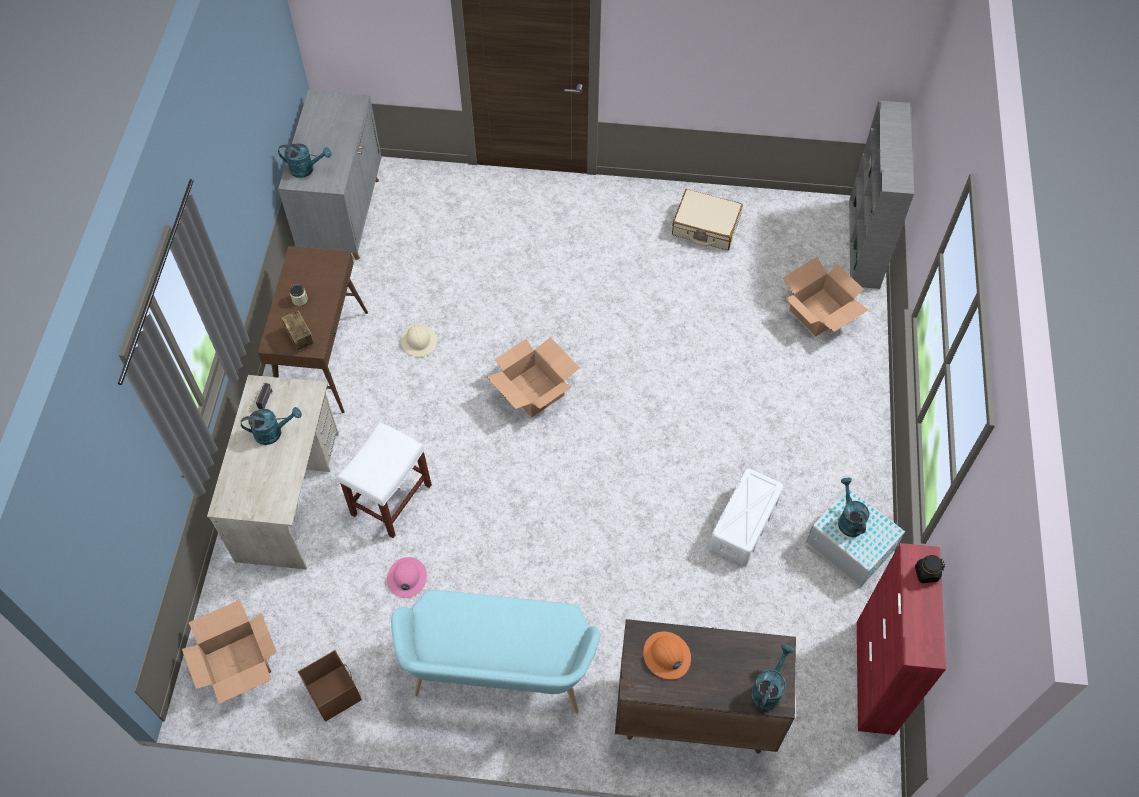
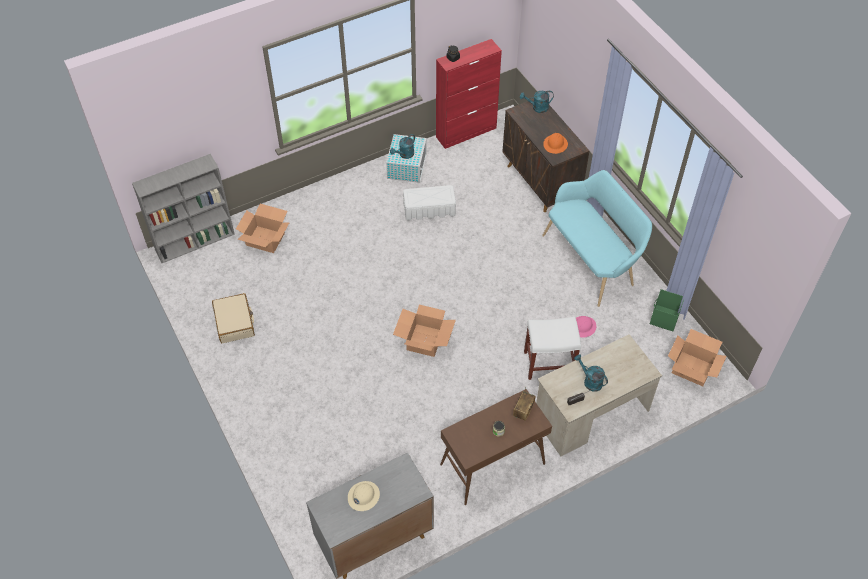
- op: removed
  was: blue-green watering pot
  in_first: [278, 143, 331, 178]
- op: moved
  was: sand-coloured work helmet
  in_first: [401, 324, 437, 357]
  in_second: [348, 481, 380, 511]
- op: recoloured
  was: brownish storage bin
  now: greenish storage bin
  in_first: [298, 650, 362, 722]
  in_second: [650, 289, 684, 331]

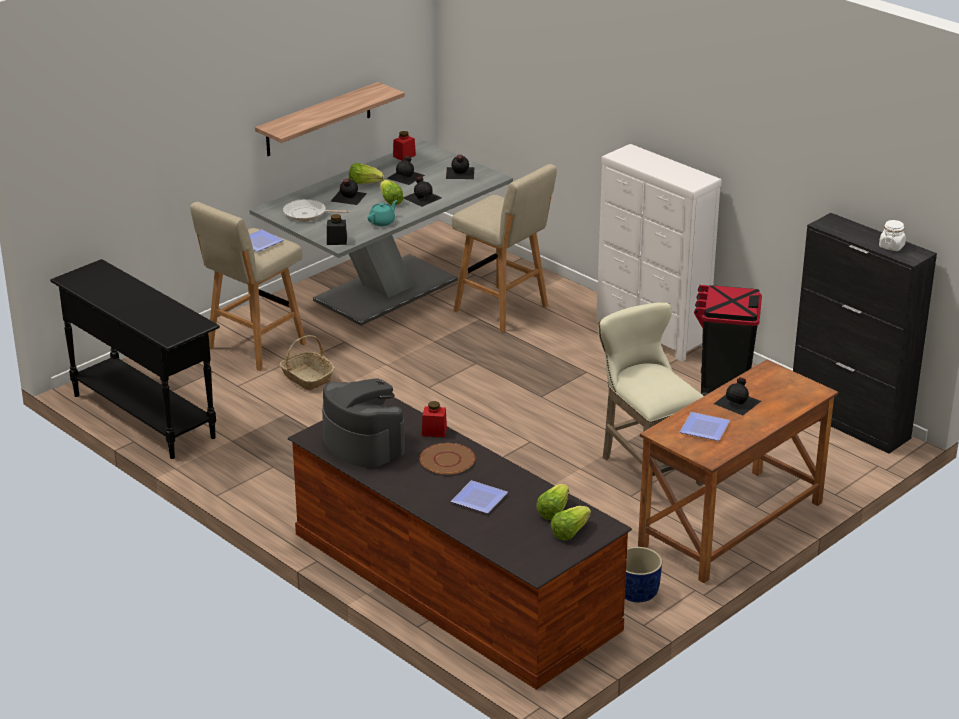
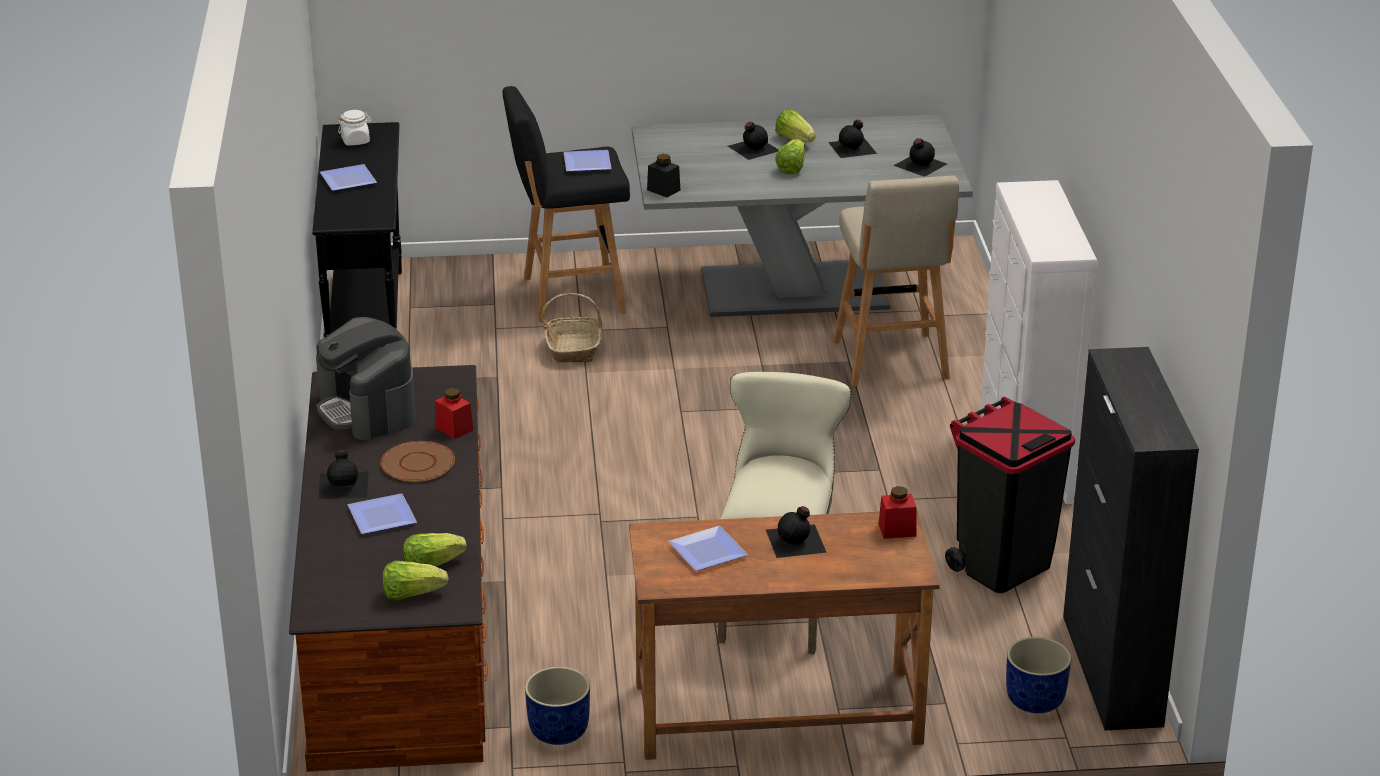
- op: removed
  was: wall shelf
  in_first: [255, 82, 405, 156]
- op: moved
  was: red-coloured jar
  in_first: [393, 131, 416, 161]
  in_second: [879, 486, 917, 539]
- op: moved
  was: black-coloured drink bottle
  in_first: [403, 176, 442, 207]
  in_second: [318, 450, 368, 500]
- op: removed
  was: pan
  in_first: [283, 199, 350, 221]
- op: removed
  was: blue-green tea pot
  in_first: [368, 200, 397, 226]
- op: recoloured
  was: sand-coloured sitting stool
  now: black-coloured sitting stool
  in_first: [190, 202, 306, 371]
  in_second: [502, 86, 630, 322]
- op: moved
  was: white-coloured jar
  in_first: [879, 220, 906, 251]
  in_second: [338, 110, 372, 146]
- op: turned
  was: coffee maker
  in_first: [322, 378, 405, 468]
  in_second: [316, 317, 416, 440]
  clockwise: 150
- op: added
  now: dinner plate
  in_second: [320, 164, 377, 191]
- op: added
  now: bluish flower pot
  in_second: [1006, 637, 1071, 713]

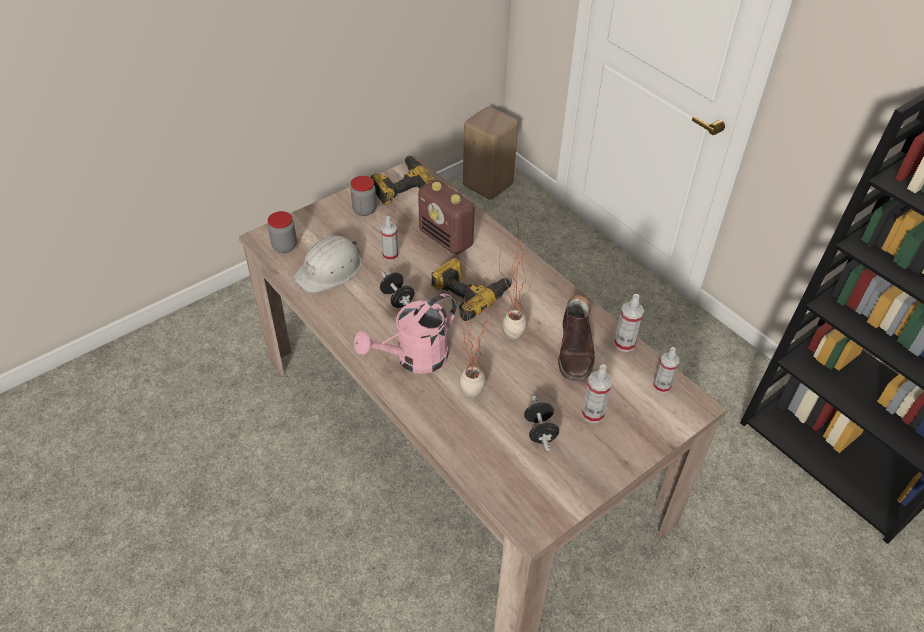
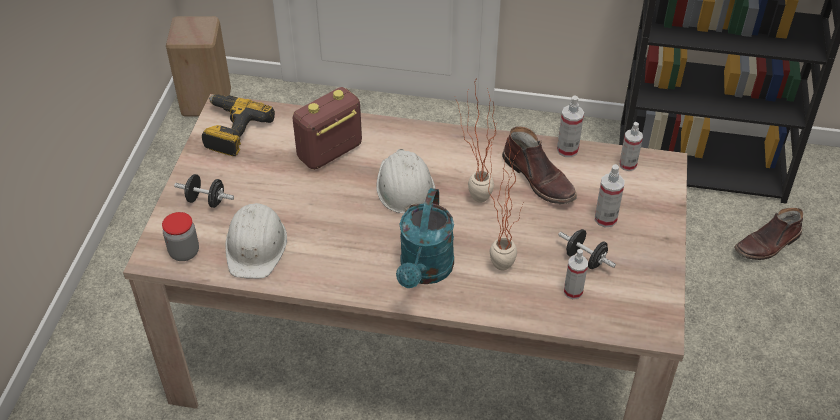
- op: removed
  was: jar
  in_first: [350, 176, 377, 216]
- op: turned
  was: radio receiver
  in_first: [418, 180, 476, 255]
  in_second: [292, 87, 362, 170]
  clockwise: 135
- op: moved
  was: spray bottle
  in_first: [381, 216, 398, 261]
  in_second: [564, 249, 588, 299]
- op: replaced
  was: electric drill
  now: white-coloured work helmet
  in_first: [431, 258, 512, 321]
  in_second: [376, 149, 435, 213]
- op: moved
  was: black-coloured dumbbell
  in_first: [380, 272, 415, 308]
  in_second: [174, 174, 234, 208]
- op: recoloured
  was: pink-coloured watering pot
  now: blue-green watering pot
  in_first: [353, 294, 457, 374]
  in_second: [396, 188, 454, 288]
- op: added
  now: brownish boot
  in_second: [734, 208, 803, 260]

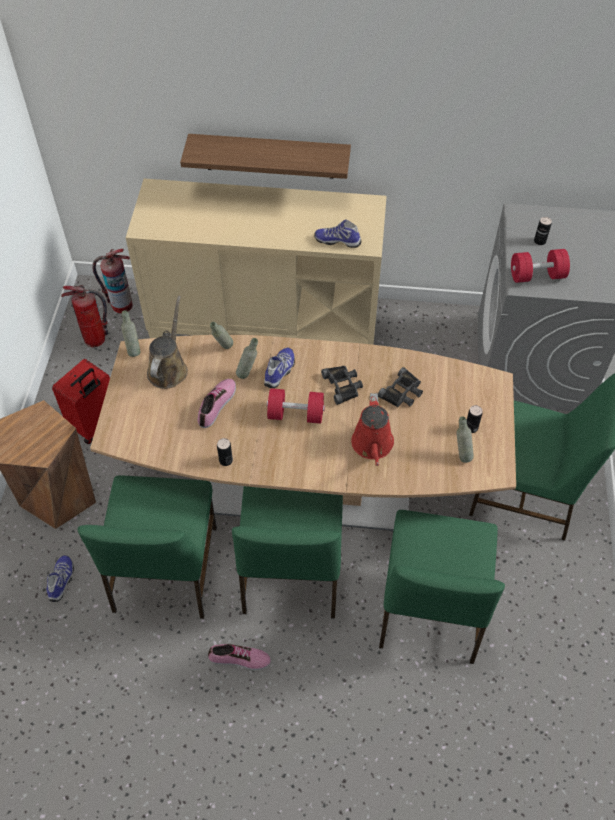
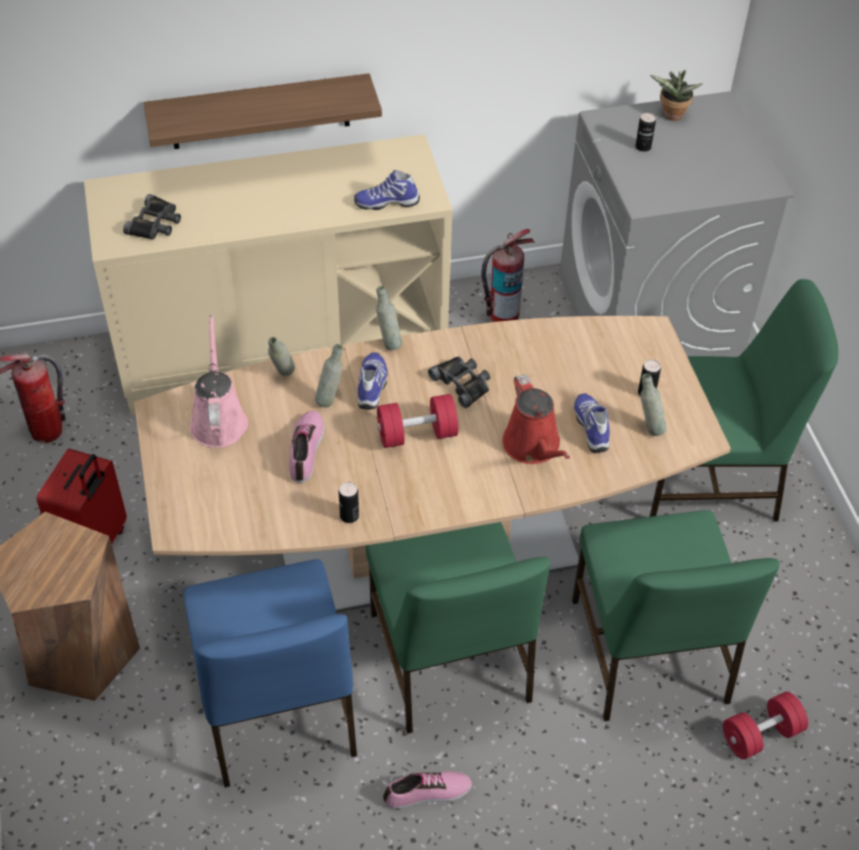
- op: moved
  was: fire extinguisher
  in_first: [92, 249, 132, 313]
  in_second: [481, 229, 535, 322]
- op: moved
  was: red-coloured dumbbell
  in_first: [511, 249, 570, 283]
  in_second: [723, 692, 808, 759]
- op: recoloured
  was: brownish watering pot
  now: pink-coloured watering pot
  in_first: [147, 296, 188, 389]
  in_second: [190, 315, 248, 448]
- op: moved
  was: grey drink bottle
  in_first: [121, 310, 140, 357]
  in_second: [376, 286, 402, 350]
- op: moved
  was: black-coloured pair of binoculars
  in_first: [378, 367, 423, 407]
  in_second: [123, 194, 181, 240]
- op: recoloured
  was: greenish plain chair
  now: bluish plain chair
  in_first: [78, 475, 217, 619]
  in_second: [183, 559, 357, 788]
- op: moved
  was: shoe
  in_first: [47, 555, 74, 602]
  in_second: [574, 393, 610, 453]
- op: added
  now: houseplant
  in_second: [650, 70, 703, 121]

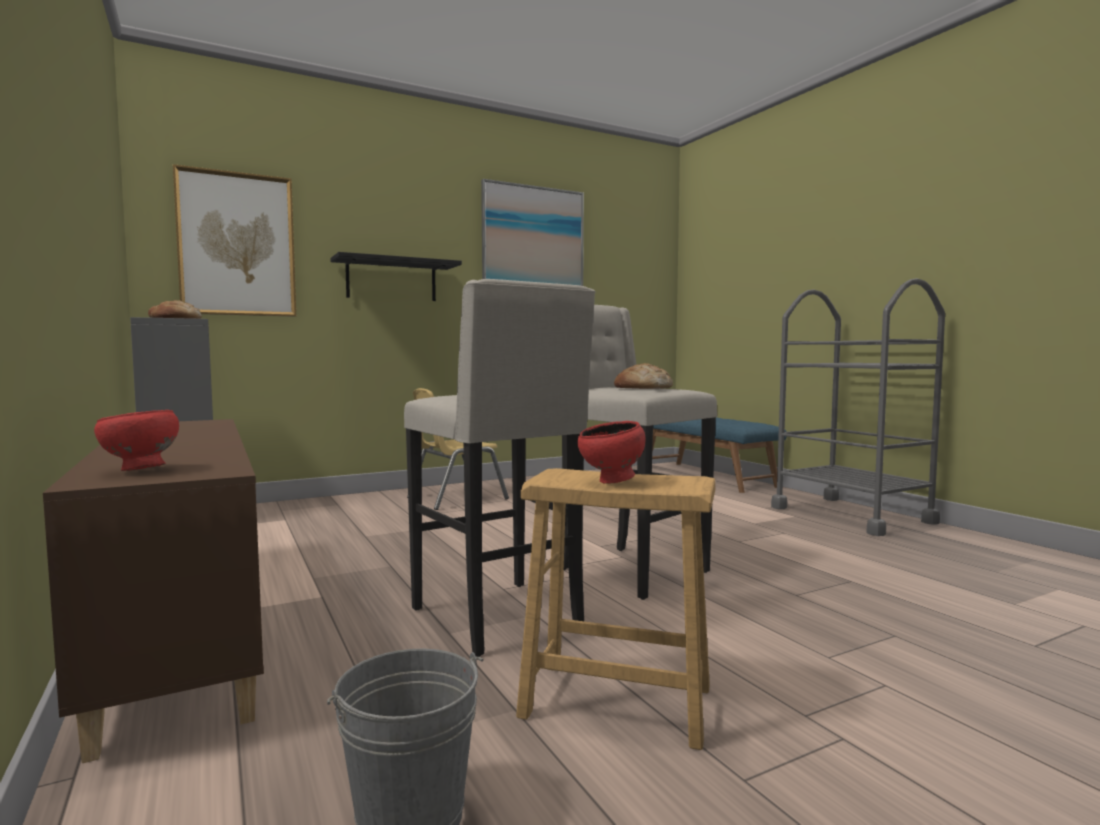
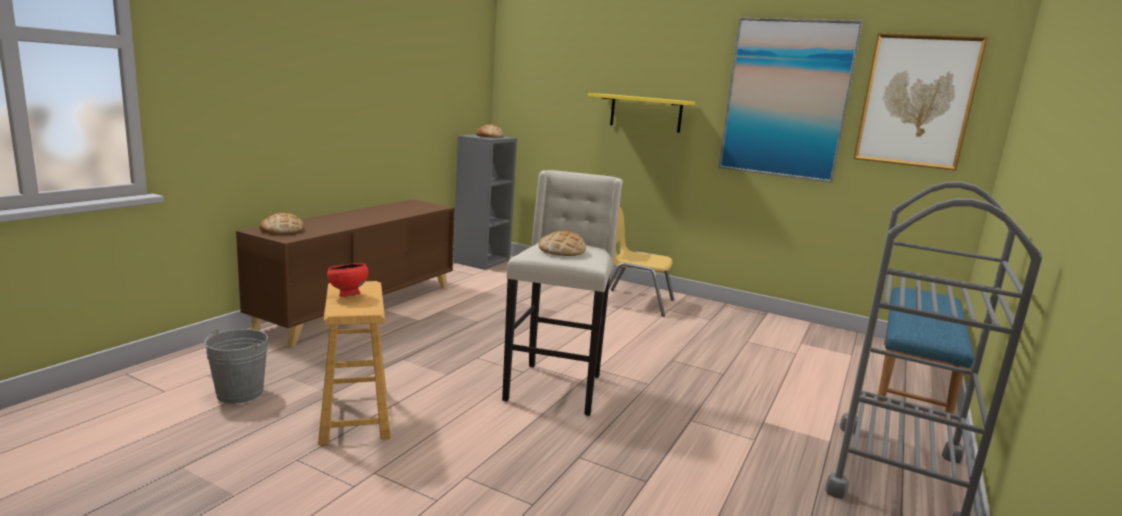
- op: moved
  was: wall picture
  in_first: [173, 164, 296, 317]
  in_second: [853, 33, 988, 171]
- op: recoloured
  was: black-coloured wall shelf
  now: yellowish wall shelf
  in_first: [330, 252, 462, 301]
  in_second: [588, 93, 695, 133]
- op: removed
  was: sand-coloured sitting stool
  in_first: [404, 279, 596, 657]
- op: replaced
  was: red-coloured bowl
  now: baked bread
  in_first: [94, 410, 179, 471]
  in_second: [259, 212, 303, 234]

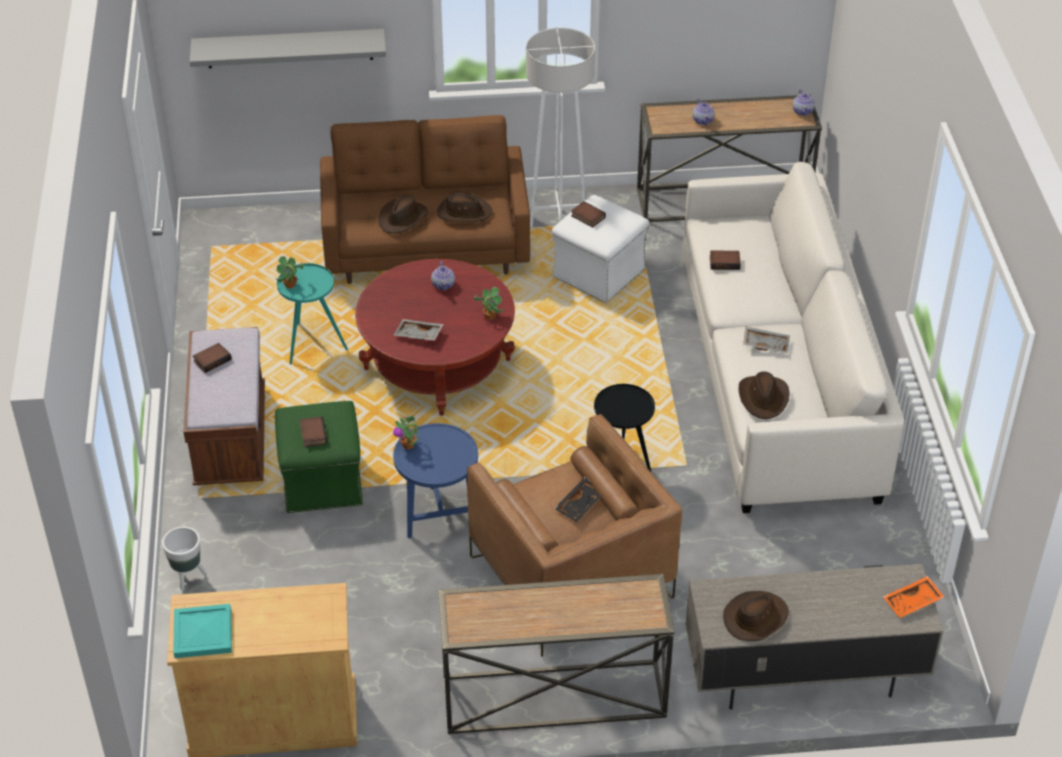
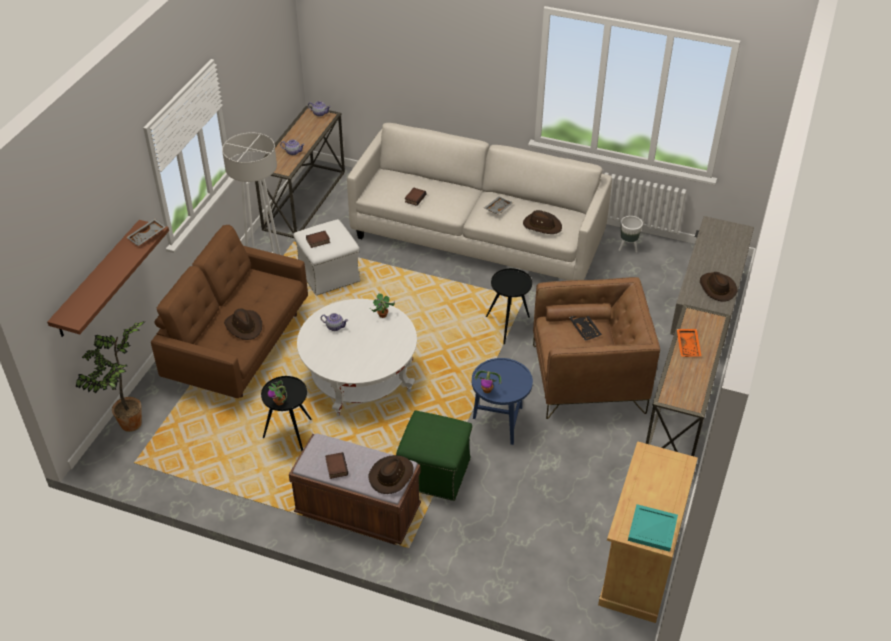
- op: recoloured
  was: grey wall shelf
  now: brownish wall shelf
  in_first: [190, 29, 386, 68]
  in_second: [47, 220, 169, 337]
- op: moved
  was: brownish hat
  in_first: [437, 193, 493, 222]
  in_second: [368, 455, 413, 494]
- op: recoloured
  was: red-coloured coffee table
  now: white-coloured coffee table
  in_first: [355, 259, 515, 416]
  in_second: [297, 299, 417, 416]
- op: recoloured
  was: blue-green accent table
  now: black-coloured accent table
  in_first: [277, 263, 348, 364]
  in_second: [261, 376, 312, 451]
- op: moved
  was: grey tray
  in_first: [394, 319, 444, 341]
  in_second: [126, 218, 166, 246]
- op: removed
  was: book
  in_first: [300, 416, 327, 447]
- op: moved
  was: white-coloured flower pot
  in_first: [162, 527, 206, 591]
  in_second: [618, 216, 643, 253]
- op: moved
  was: orangey tray
  in_first: [883, 576, 944, 618]
  in_second: [677, 329, 701, 357]
- op: added
  now: houseplant
  in_second: [76, 321, 146, 432]

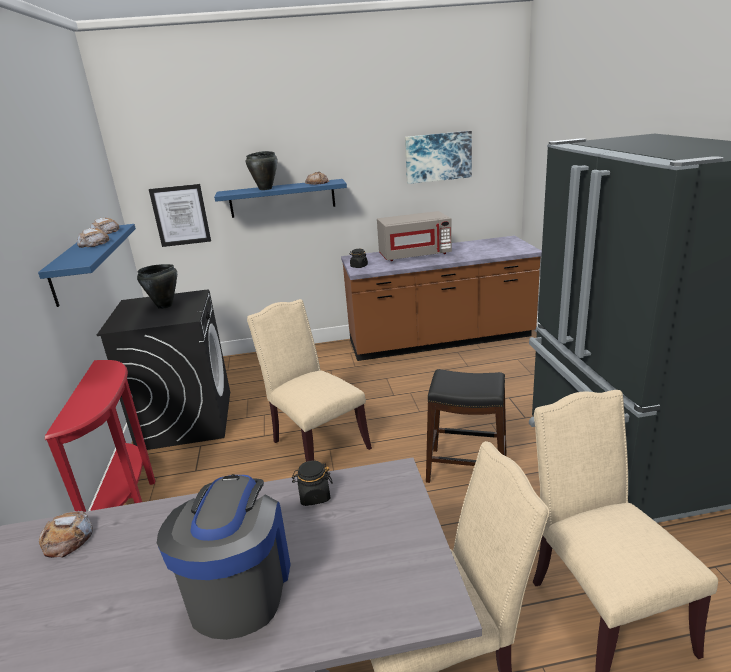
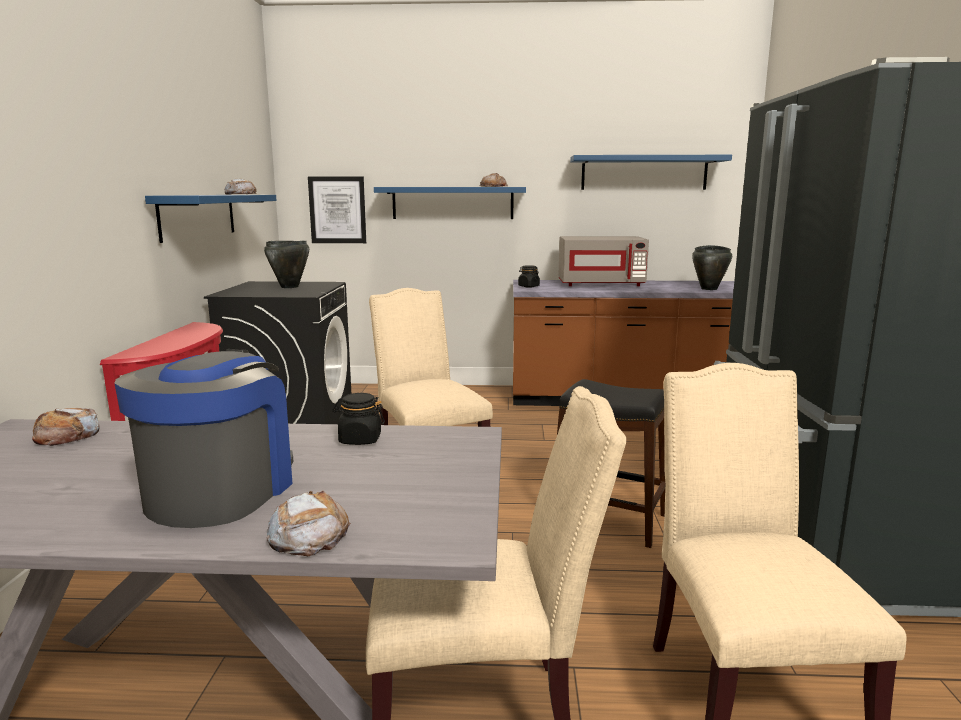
- op: replaced
  was: wall picture
  now: bluish wall shelf
  in_first: [405, 131, 472, 184]
  in_second: [570, 155, 732, 190]
- op: moved
  was: black-coloured stockpot
  in_first: [246, 151, 278, 190]
  in_second: [692, 245, 732, 290]
- op: moved
  was: baked bread
  in_first: [77, 228, 111, 248]
  in_second: [267, 491, 351, 556]

